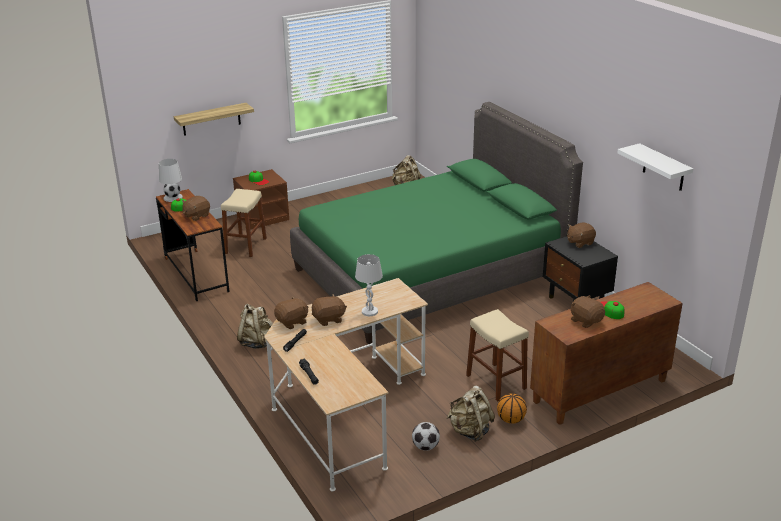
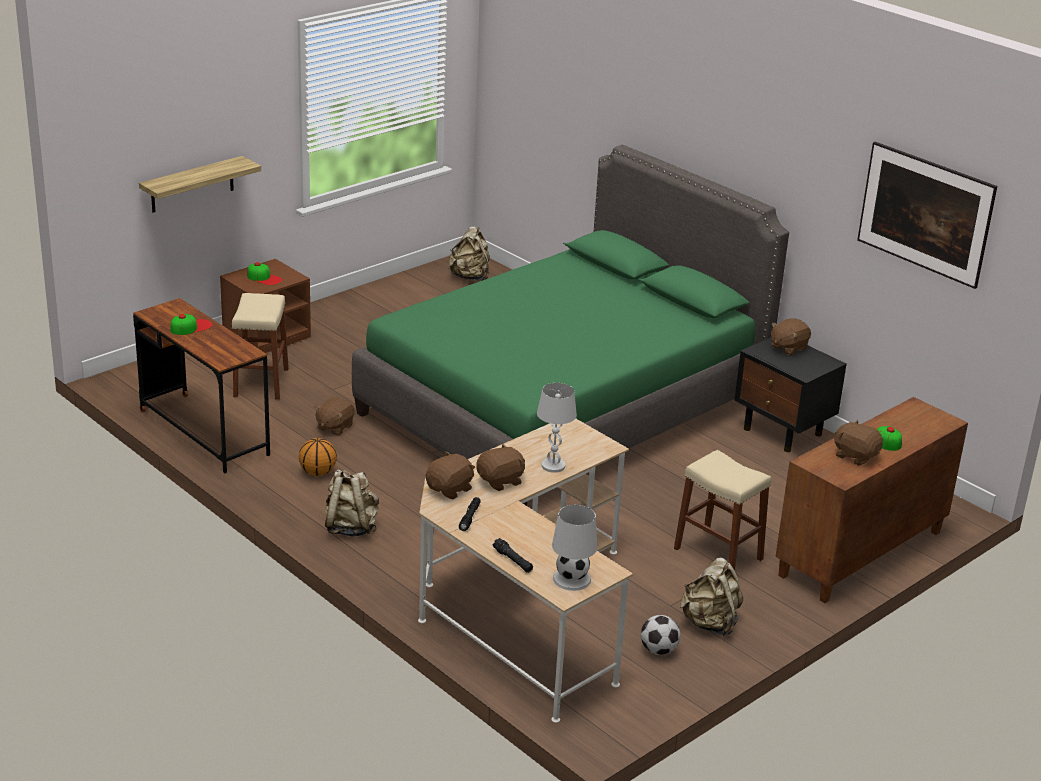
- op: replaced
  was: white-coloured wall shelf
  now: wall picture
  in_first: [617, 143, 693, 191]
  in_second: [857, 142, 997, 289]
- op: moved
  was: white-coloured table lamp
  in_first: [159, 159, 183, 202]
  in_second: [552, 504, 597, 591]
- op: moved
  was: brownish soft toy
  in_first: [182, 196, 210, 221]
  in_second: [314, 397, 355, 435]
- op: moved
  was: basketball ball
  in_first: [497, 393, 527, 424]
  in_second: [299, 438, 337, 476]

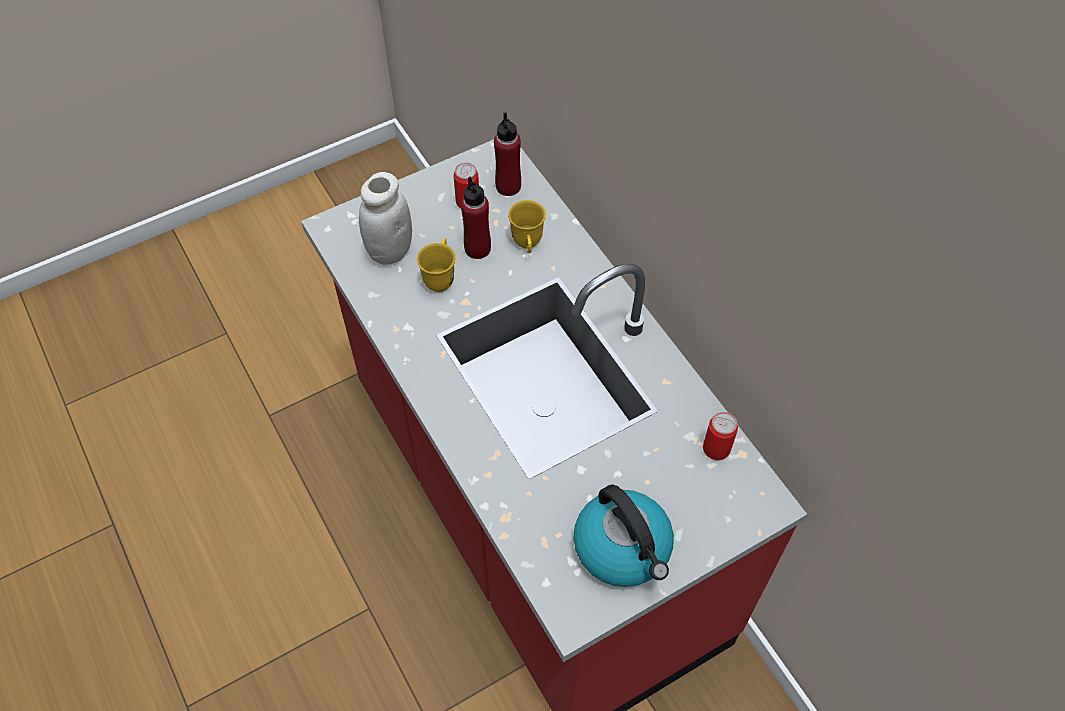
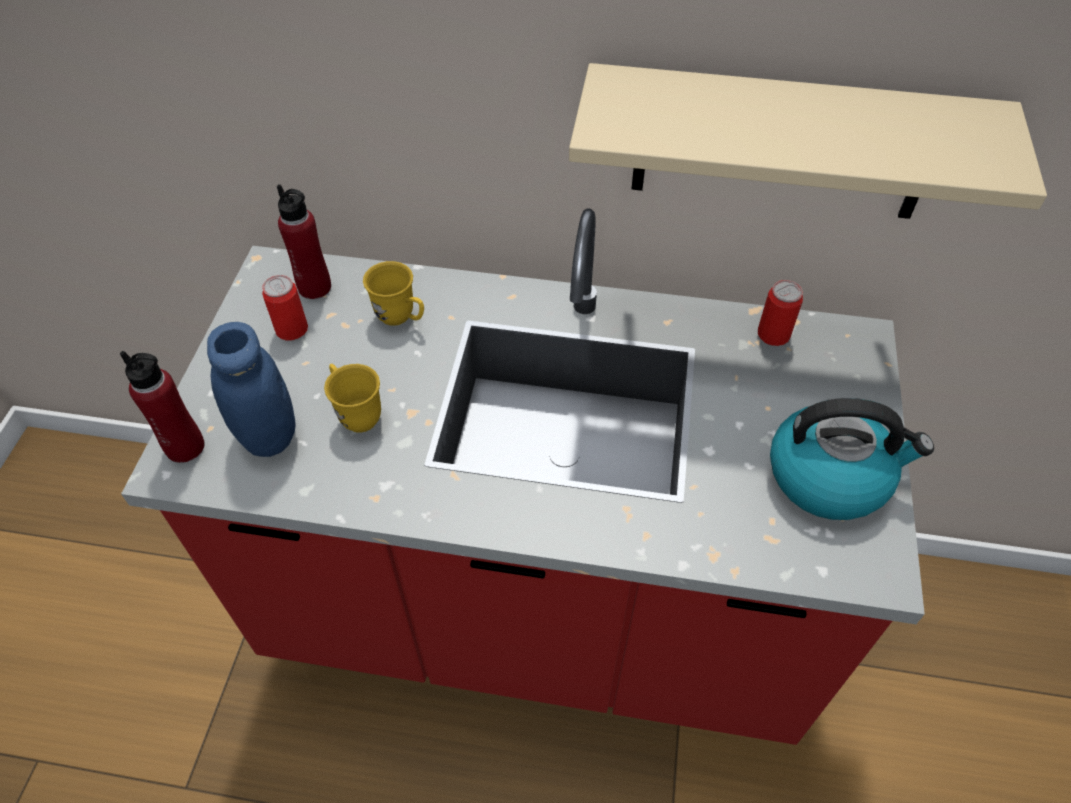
- op: recoloured
  was: white-coloured jar
  now: bluish jar
  in_first: [359, 172, 412, 265]
  in_second: [207, 322, 296, 457]
- op: moved
  was: red-coloured drink bottle
  in_first: [461, 177, 491, 259]
  in_second: [120, 351, 205, 463]
- op: added
  now: sand-coloured wall shelf
  in_second: [569, 63, 1047, 219]

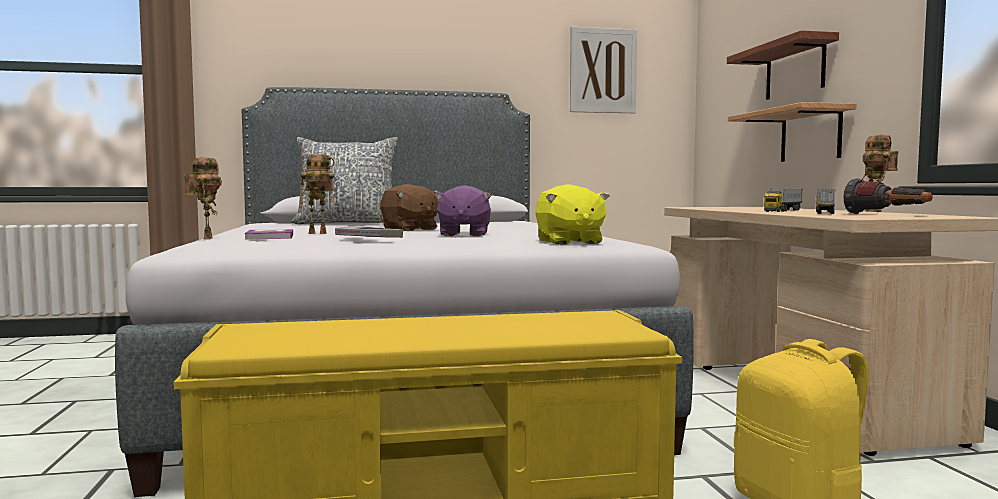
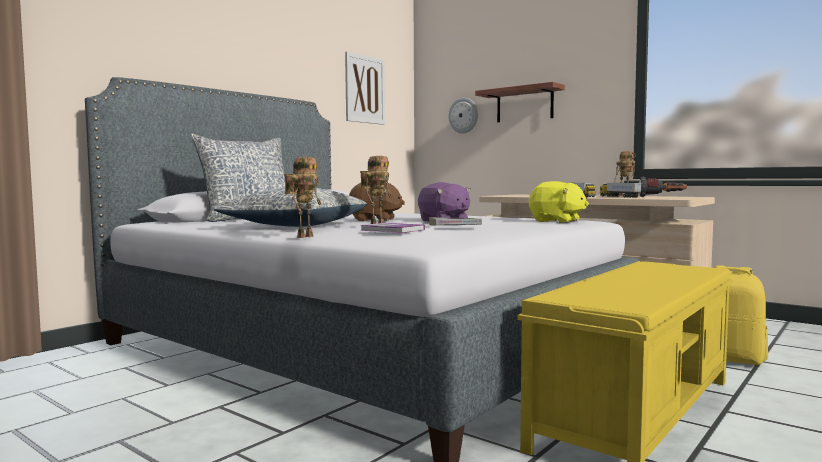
- op: removed
  was: wall shelf
  in_first: [728, 102, 857, 162]
- op: turned
  was: toy robot
  in_first: [184, 157, 222, 240]
  in_second: [284, 157, 321, 238]
  clockwise: 90
- op: added
  now: clock on the wall
  in_second: [448, 97, 478, 134]
- op: added
  now: cushion
  in_second: [214, 188, 367, 227]

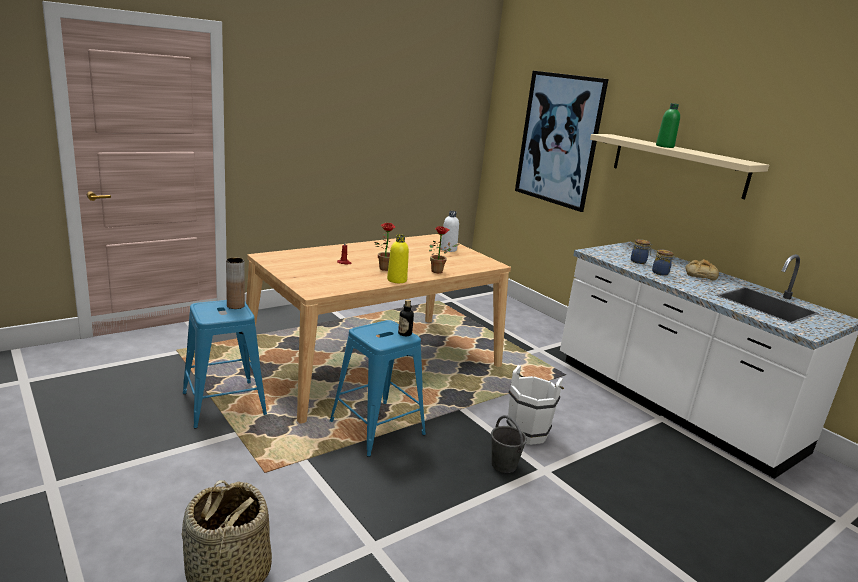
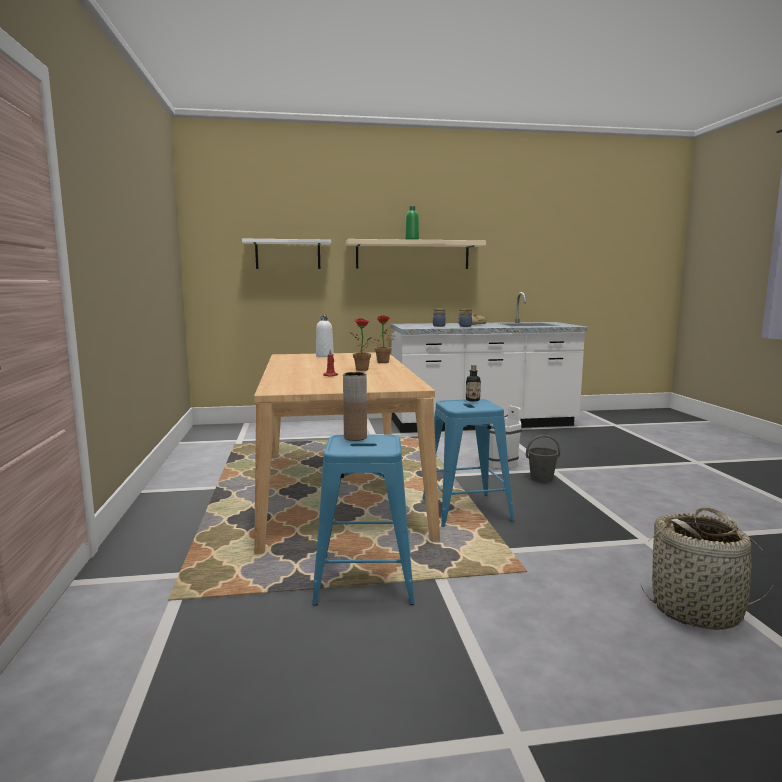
- op: replaced
  was: wall picture
  now: white-coloured wall shelf
  in_first: [515, 71, 609, 212]
  in_second: [242, 239, 331, 269]
- op: removed
  was: yellowish drink bottle
  in_first: [387, 235, 409, 283]

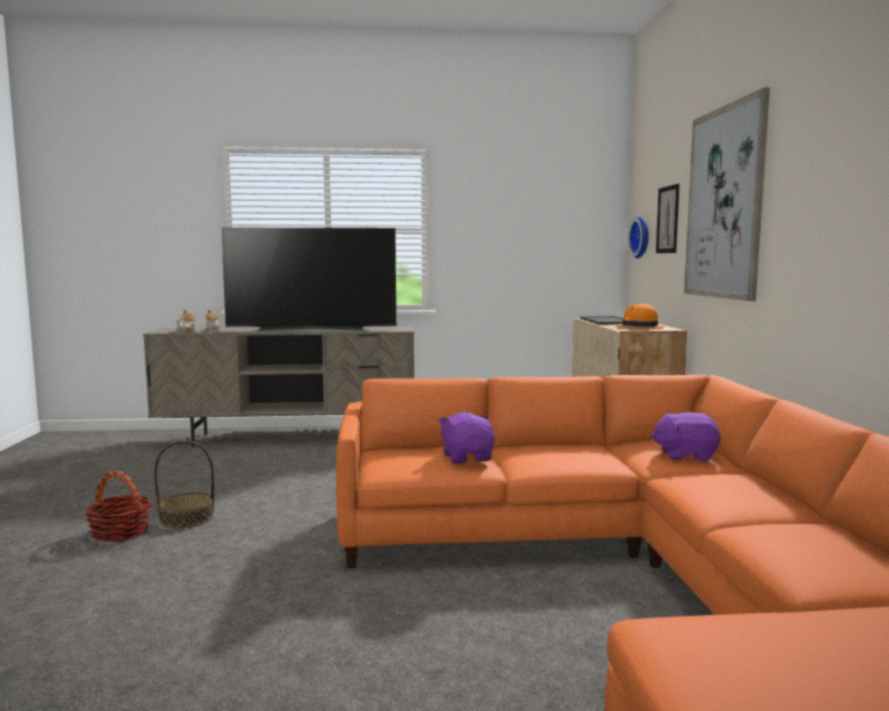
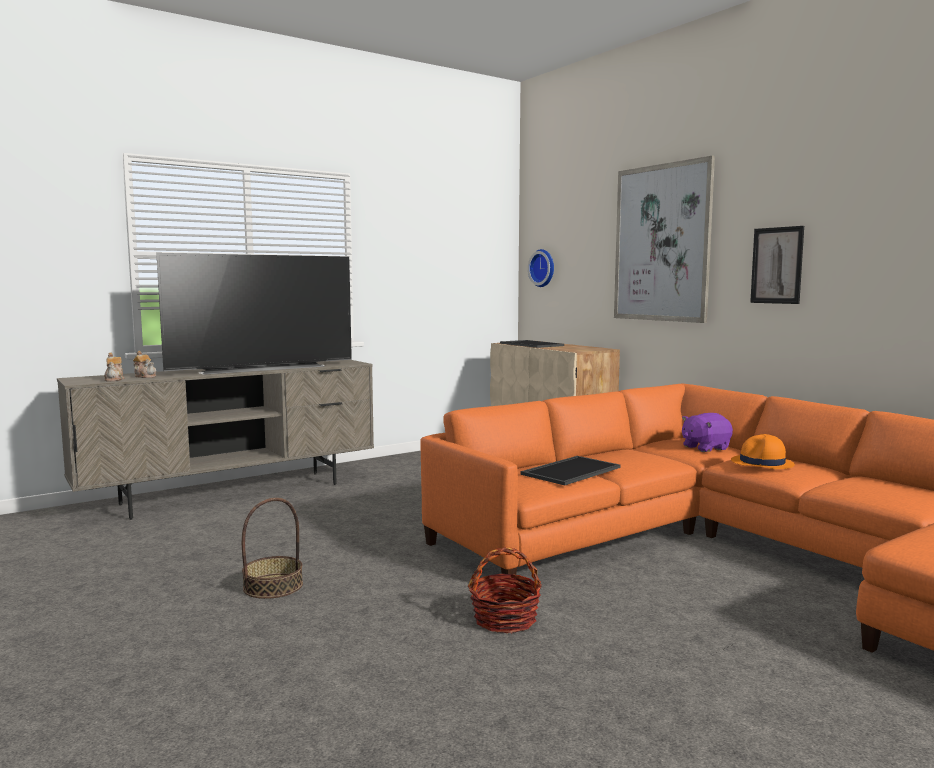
- op: moved
  was: wall picture
  in_first: [656, 184, 679, 253]
  in_second: [750, 226, 804, 304]
- op: moved
  was: orangey hat
  in_first: [616, 304, 665, 328]
  in_second: [731, 434, 795, 469]
- op: replaced
  was: purple-coloured soft toy
  now: tray
  in_first: [438, 412, 495, 464]
  in_second: [521, 456, 621, 485]
- op: moved
  was: household basket
  in_first: [86, 471, 151, 542]
  in_second: [468, 547, 542, 633]

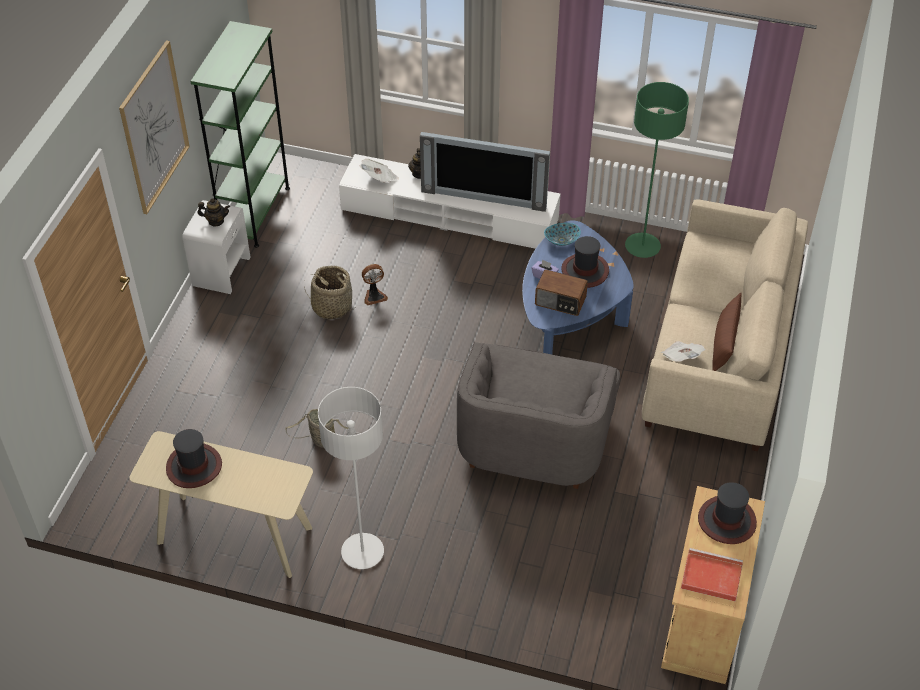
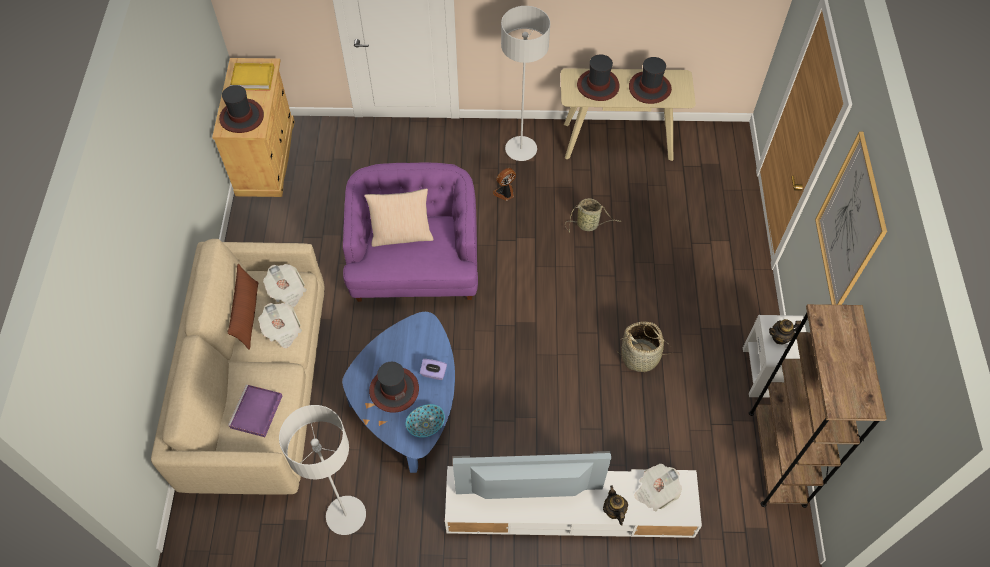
- op: recoloured
  was: greenish bookshelf
  now: brownish bookshelf
  in_first: [191, 21, 290, 248]
  in_second: [749, 304, 887, 508]
- op: recoloured
  was: greenish floor lamp
  now: grey floor lamp
  in_first: [625, 82, 689, 258]
  in_second: [279, 405, 366, 535]
- op: moved
  was: electric fan
  in_first: [362, 264, 388, 305]
  in_second: [493, 168, 516, 201]
- op: removed
  was: radio receiver
  in_first: [535, 270, 588, 316]
- op: recoloured
  was: grey lounge chair
  now: purple-coloured lounge chair
  in_first: [457, 342, 620, 489]
  in_second: [343, 162, 478, 302]
- op: recoloured
  was: red-coloured tray
  now: yellowish tray
  in_first: [681, 548, 743, 601]
  in_second: [230, 63, 274, 91]
- op: added
  now: hat
  in_second: [577, 54, 619, 101]
- op: added
  now: sand-coloured cushion
  in_second: [364, 189, 434, 247]
- op: added
  now: newspaper
  in_second: [258, 303, 302, 348]
- op: added
  now: purple-coloured tray
  in_second: [228, 385, 282, 437]

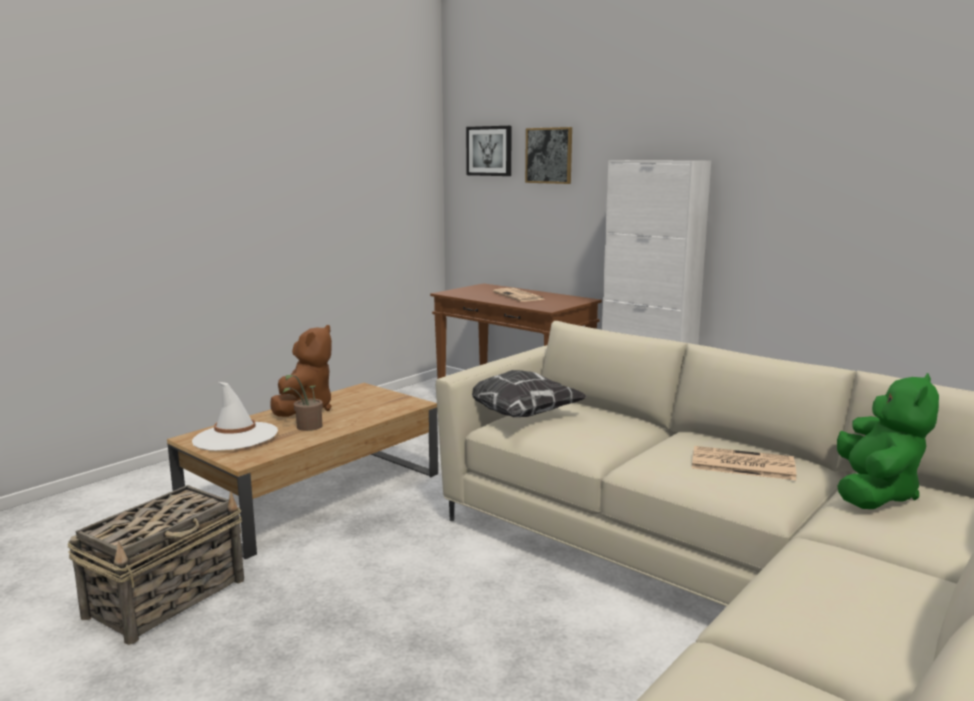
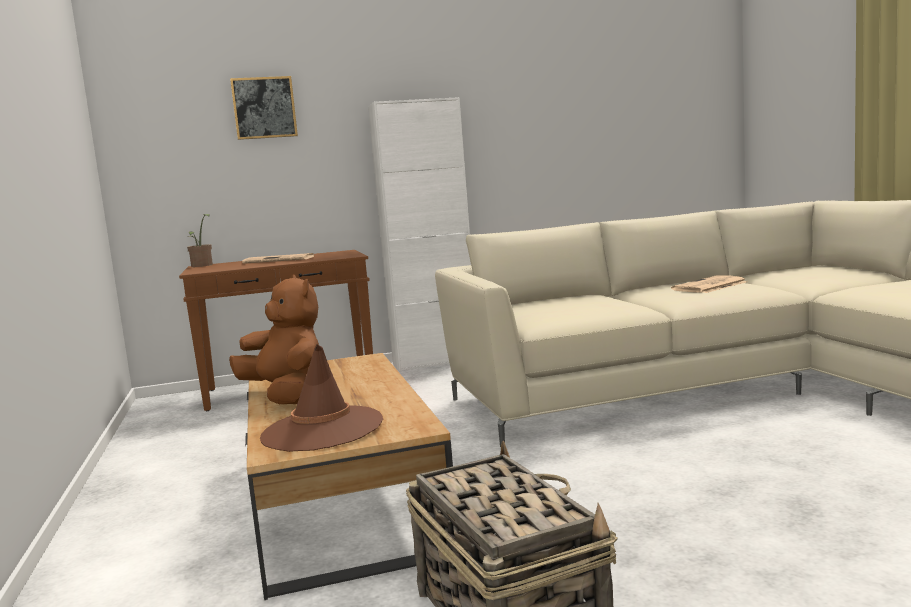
- op: removed
  was: wall picture
  in_first: [466, 126, 512, 176]
- op: removed
  was: cushion
  in_first: [472, 370, 587, 417]
- op: removed
  was: greenish soft toy
  in_first: [837, 373, 939, 509]
- op: moved
  was: houseplant
  in_first: [283, 375, 323, 431]
  in_second: [187, 214, 213, 267]
- op: recoloured
  was: white-coloured hat
  now: brownish hat
  in_first: [192, 382, 278, 451]
  in_second: [260, 344, 383, 452]

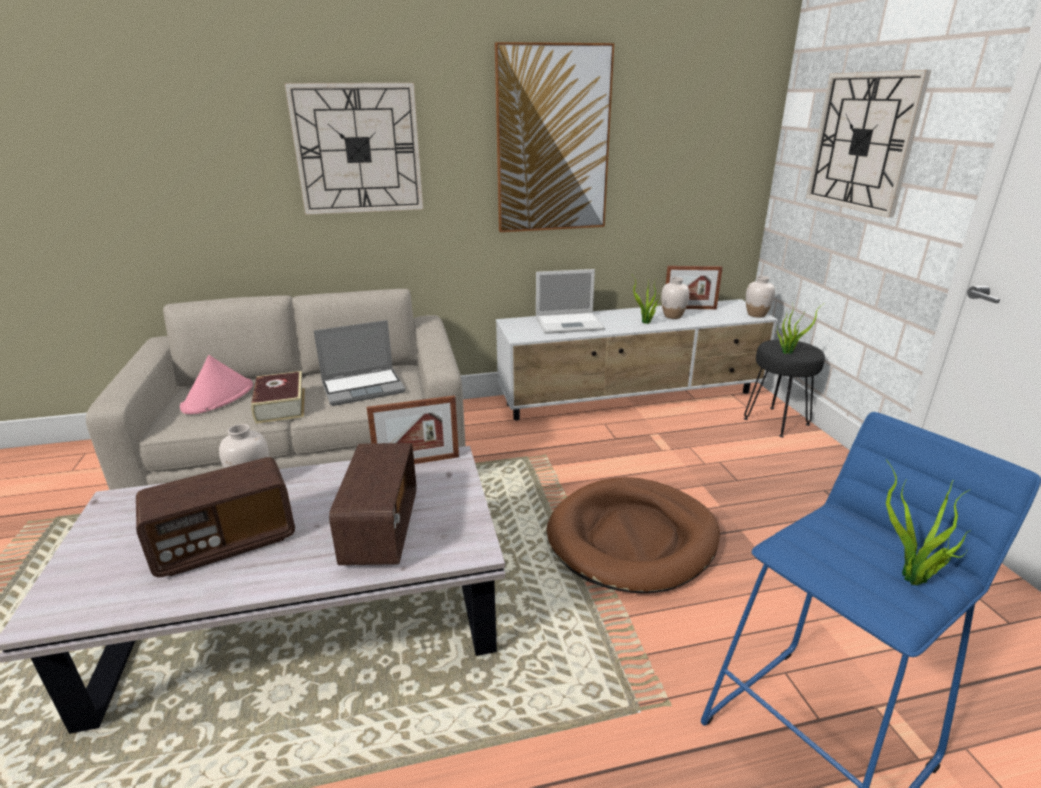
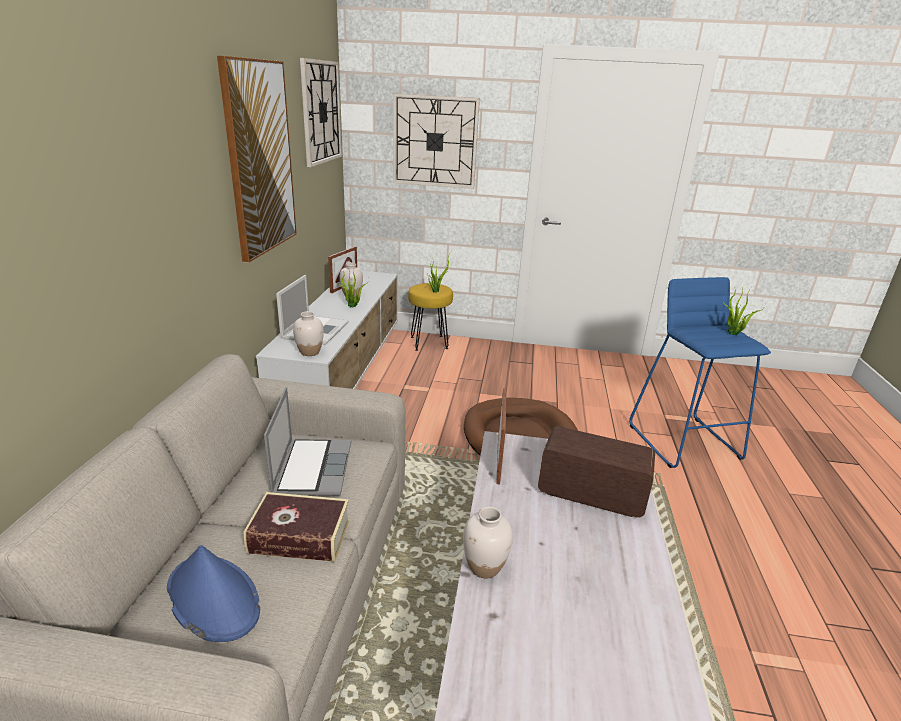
- op: moved
  was: clock on the wall
  in_first: [285, 83, 423, 215]
  in_second: [300, 58, 342, 167]
- op: moved
  was: white-coloured flower vase
  in_first: [746, 276, 775, 318]
  in_second: [293, 311, 324, 356]
- op: recoloured
  was: black-coloured sitting stool
  now: yellowish sitting stool
  in_first: [744, 339, 825, 437]
  in_second: [408, 283, 453, 351]
- op: recoloured
  was: pink-coloured hat
  now: bluish hat
  in_first: [180, 355, 253, 414]
  in_second: [167, 545, 260, 642]
- op: removed
  was: radio receiver
  in_first: [136, 457, 295, 578]

